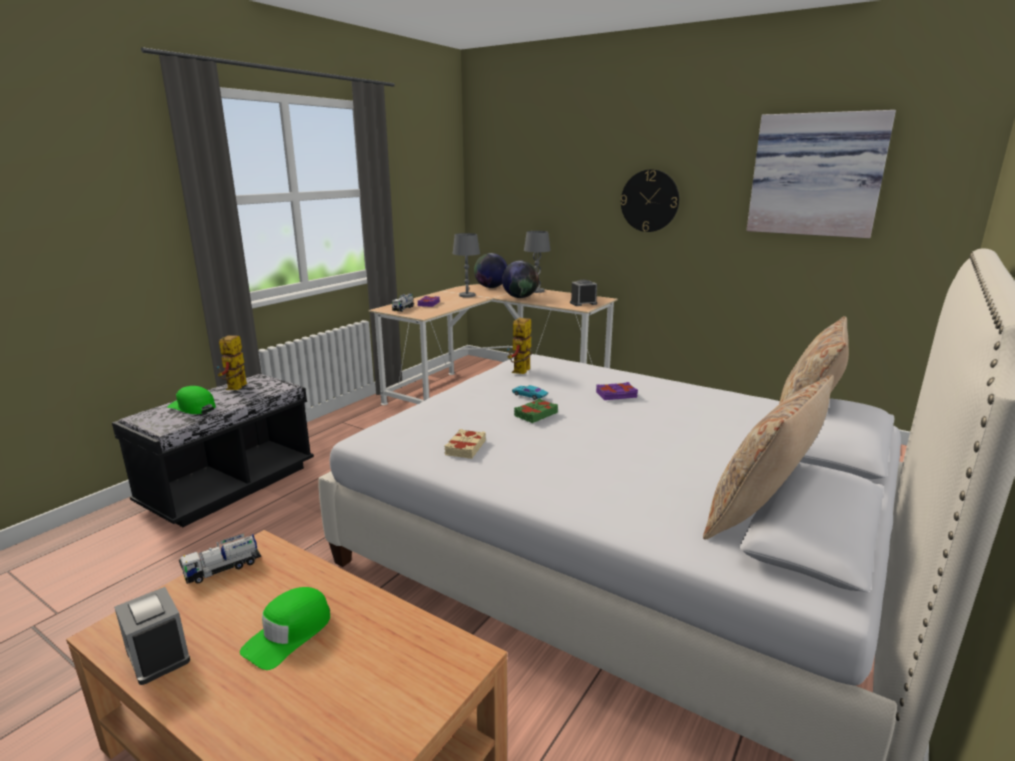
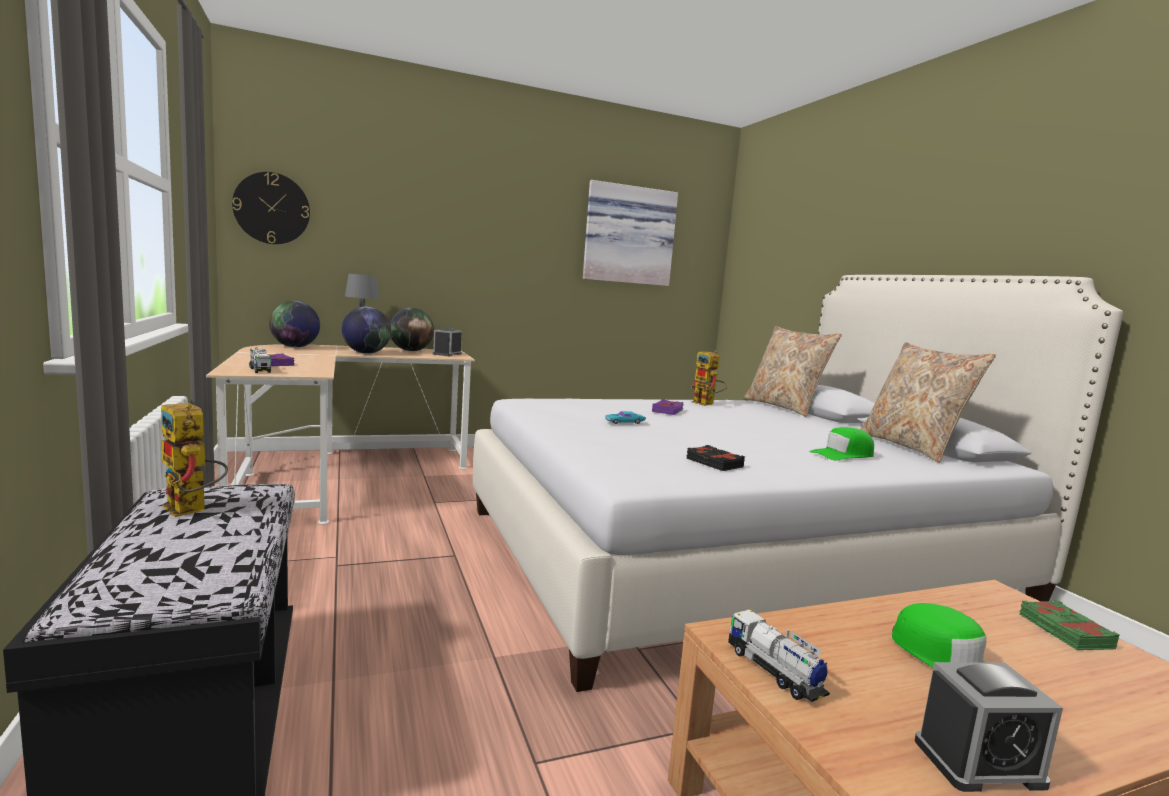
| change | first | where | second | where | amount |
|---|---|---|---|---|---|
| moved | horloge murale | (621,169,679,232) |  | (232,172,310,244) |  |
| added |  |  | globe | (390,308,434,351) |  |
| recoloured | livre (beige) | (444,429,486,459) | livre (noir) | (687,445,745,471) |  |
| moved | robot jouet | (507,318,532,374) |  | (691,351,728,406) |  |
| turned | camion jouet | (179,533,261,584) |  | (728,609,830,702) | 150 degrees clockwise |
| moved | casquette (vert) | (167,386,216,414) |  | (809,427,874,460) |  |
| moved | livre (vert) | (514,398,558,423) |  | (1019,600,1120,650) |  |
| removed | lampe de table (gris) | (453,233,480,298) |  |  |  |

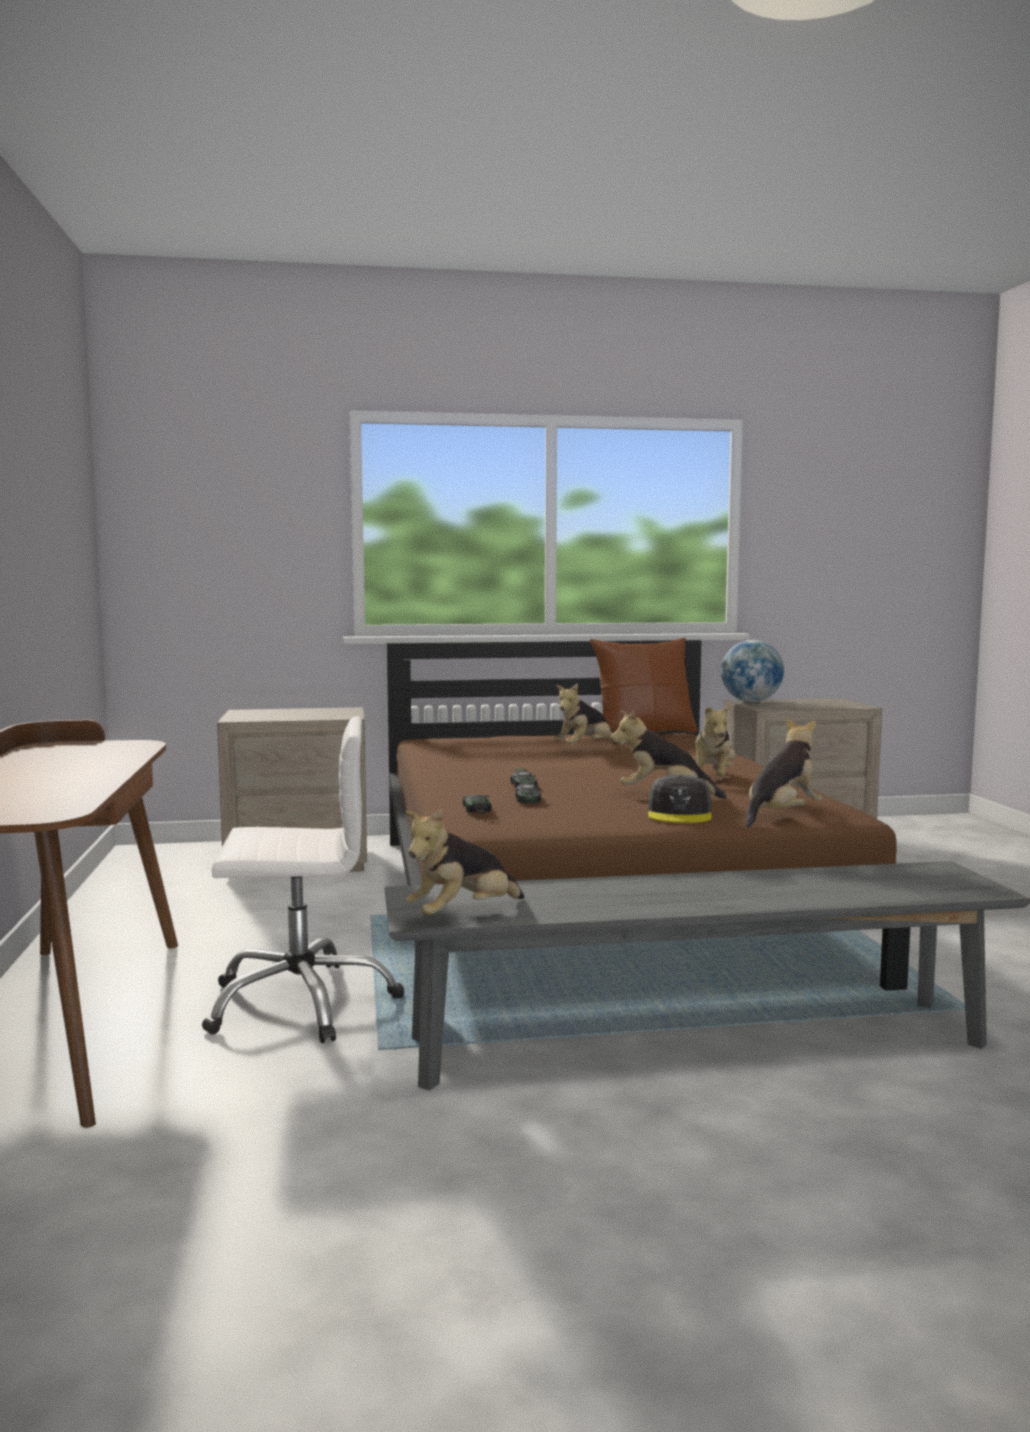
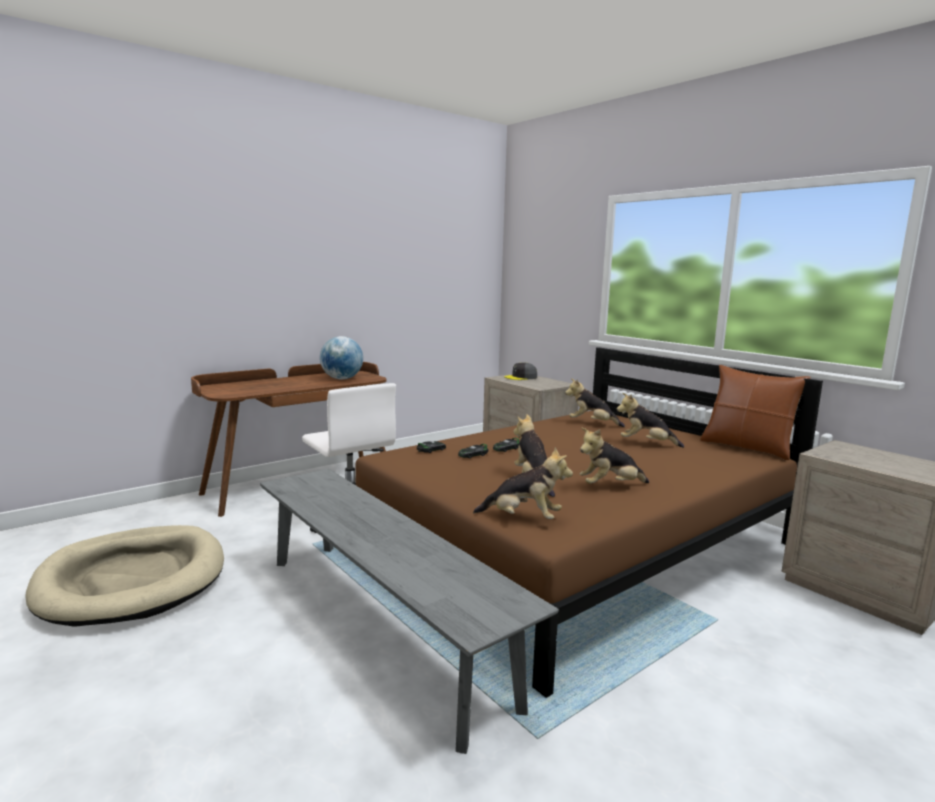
| change | first | where | second | where | amount |
|---|---|---|---|---|---|
| added |  |  | panier pour chien (beige) | (25,525,224,626) |  |
| moved | globe | (721,640,784,702) |  | (320,336,363,379) |  |
| moved | casquette (gris) | (648,775,712,823) |  | (504,362,537,380) |  |
| moved | peluche | (405,809,524,915) |  | (565,378,625,427) |  |

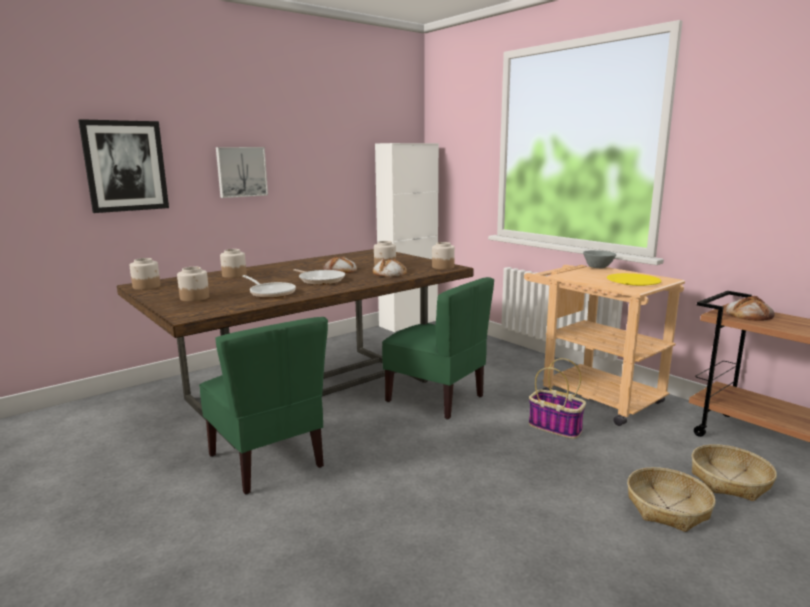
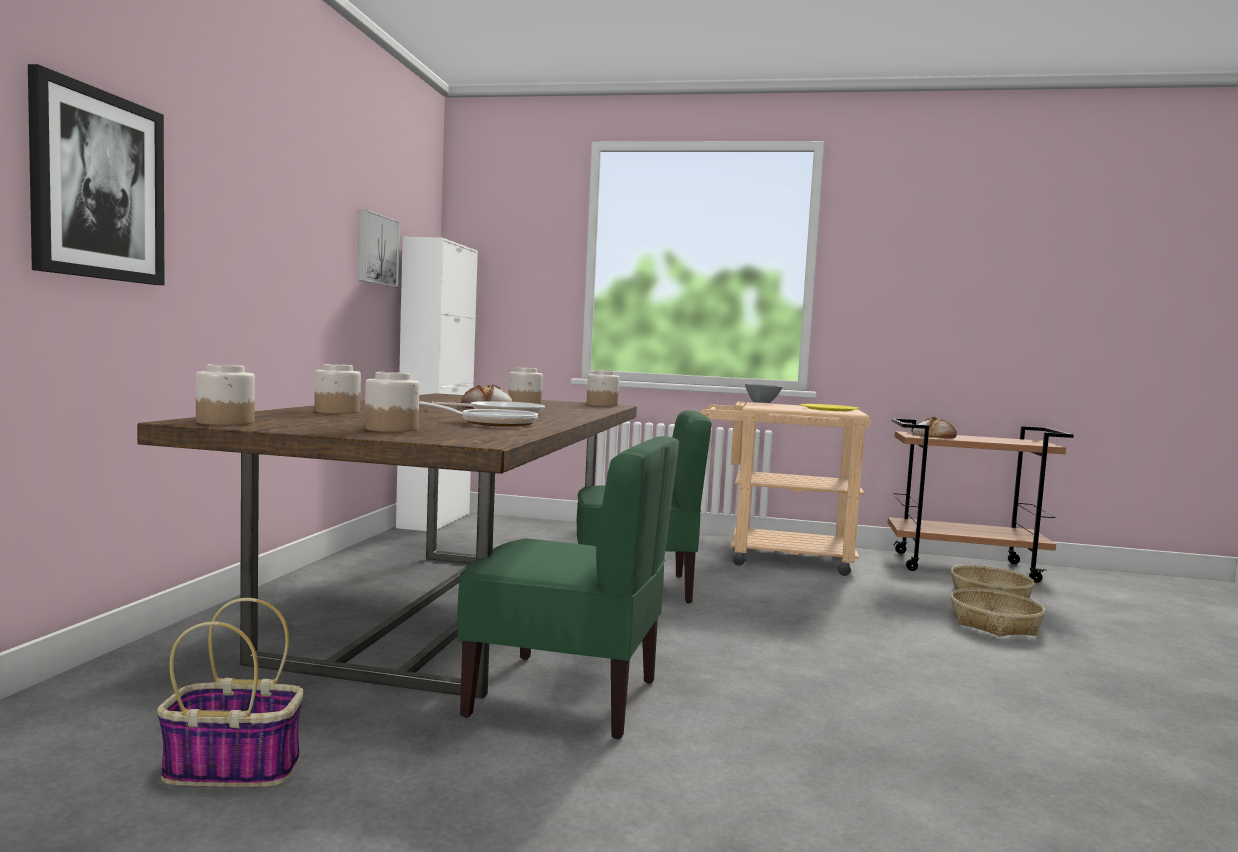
| change | first | where | second | where | amount |
|---|---|---|---|---|---|
| moved | panier | (529,358,586,439) |  | (157,598,304,787) |  |
| moved | tableau | (216,147,268,198) |  | (358,209,400,287) |  |
| removed | pain | (373,258,407,277) |  |  |  |

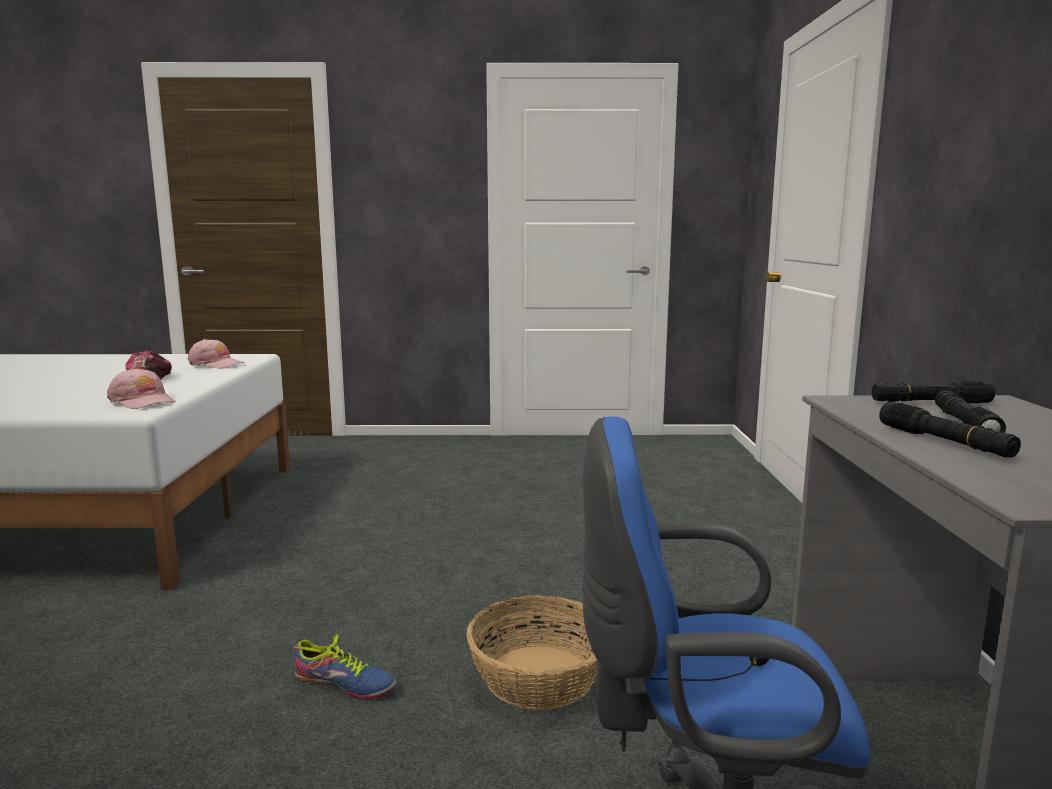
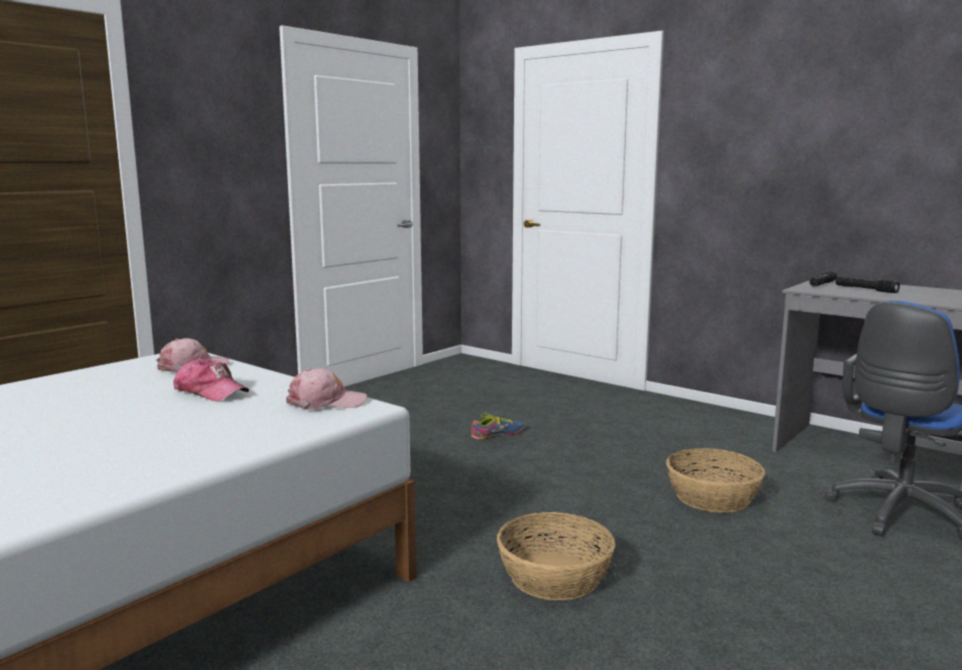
| change | first | where | second | where | amount |
|---|---|---|---|---|---|
| moved | chaussure | (294,634,396,699) |  | (471,413,525,440) |  |
| added |  |  | panier | (497,512,616,601) |  |
| removed | lampe de poche (noir) | (879,402,1021,458) |  |  |  |

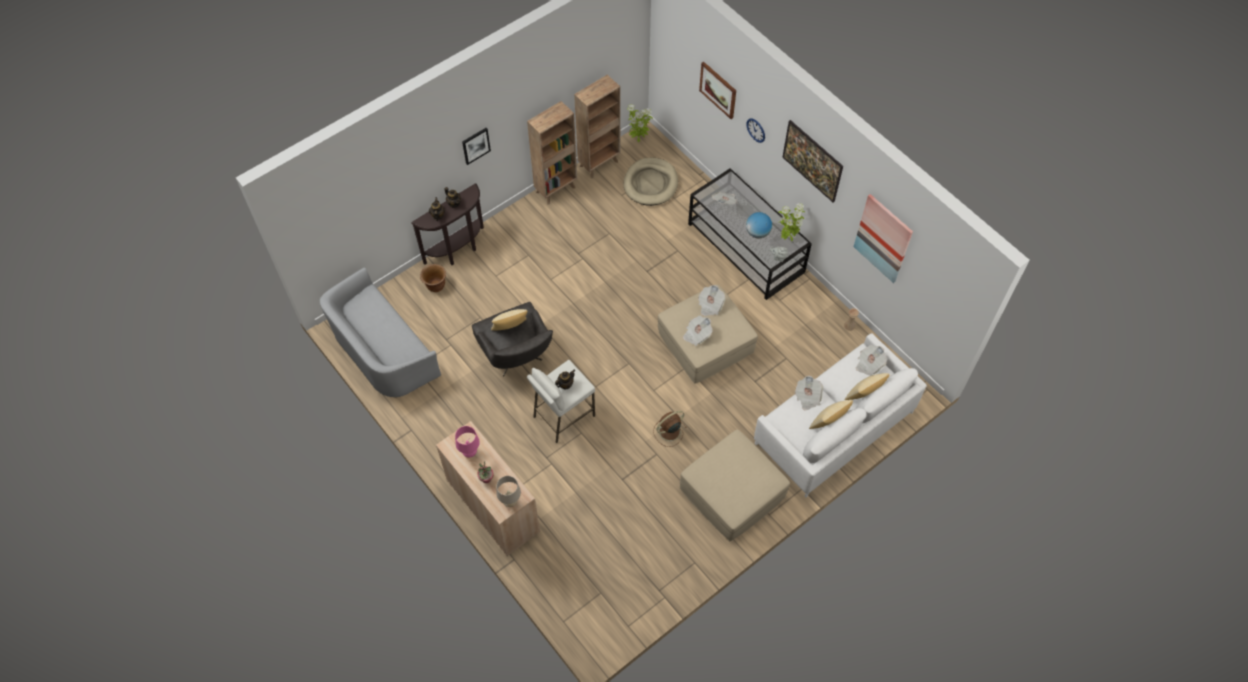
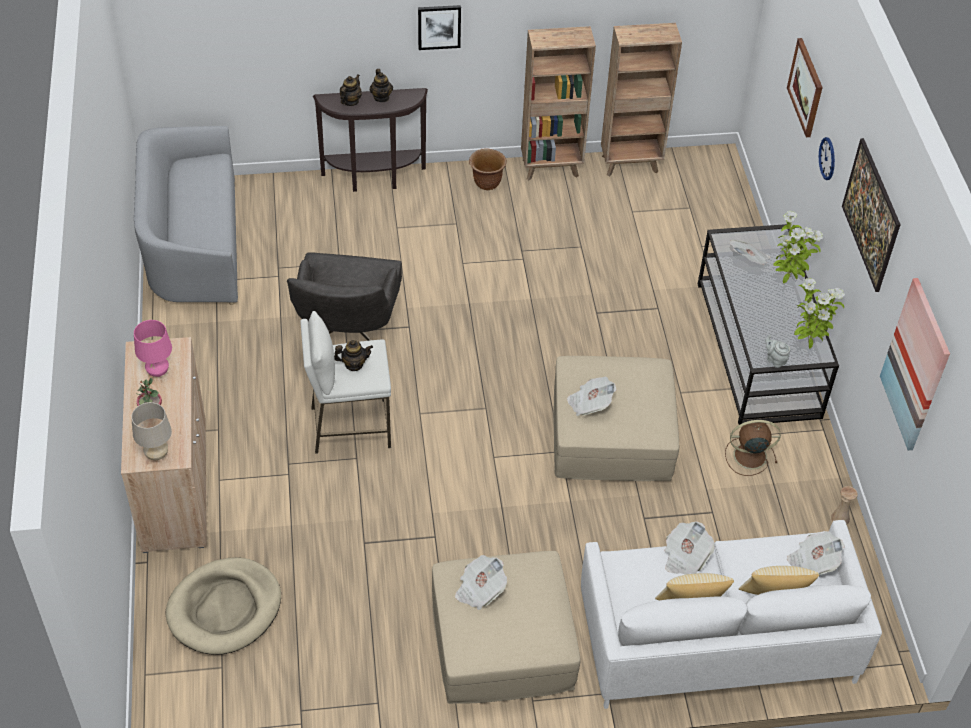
| change | first | where | second | where | amount |
|---|---|---|---|---|---|
| moved | panier pour chien (beige) | (624,157,678,206) |  | (166,557,281,655) |  |
| moved | journal | (698,285,726,316) |  | (455,555,507,610) |  |
| moved | cache-pot (marron) | (420,264,446,292) |  | (469,149,506,190) |  |
| moved | ventilateur (marron) | (653,411,687,447) |  | (725,420,781,476) |  |
| moved | plante en pot | (627,104,653,143) |  | (773,211,823,283) |  |
| removed | coussin | (491,309,528,330) |  |  |  |
| removed | globe | (746,212,772,238) |  |  |  |

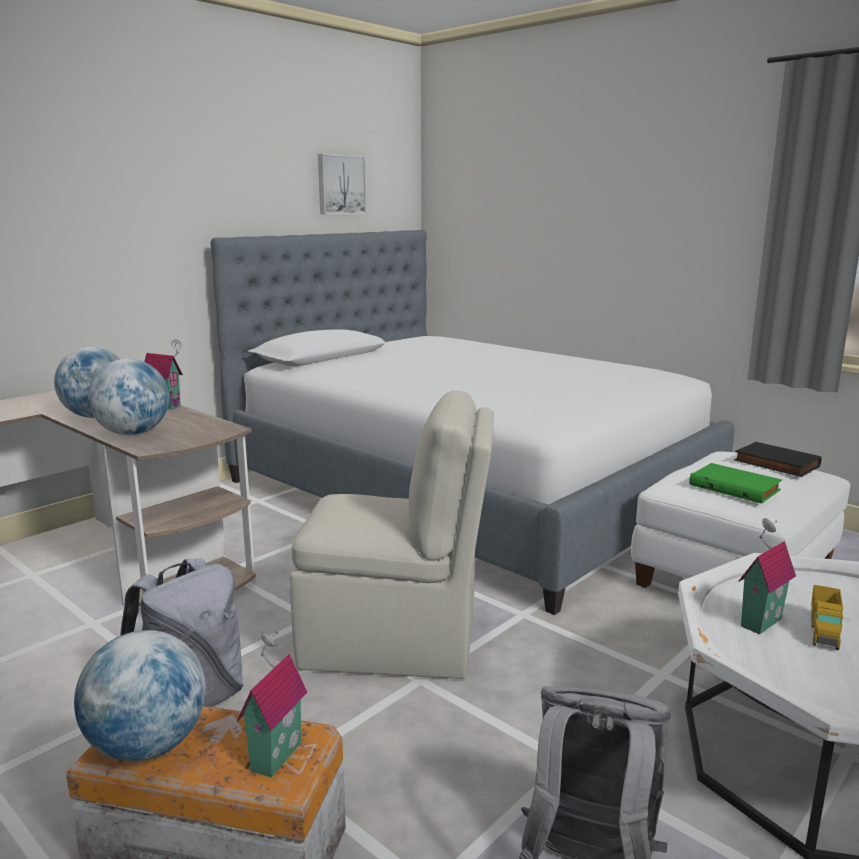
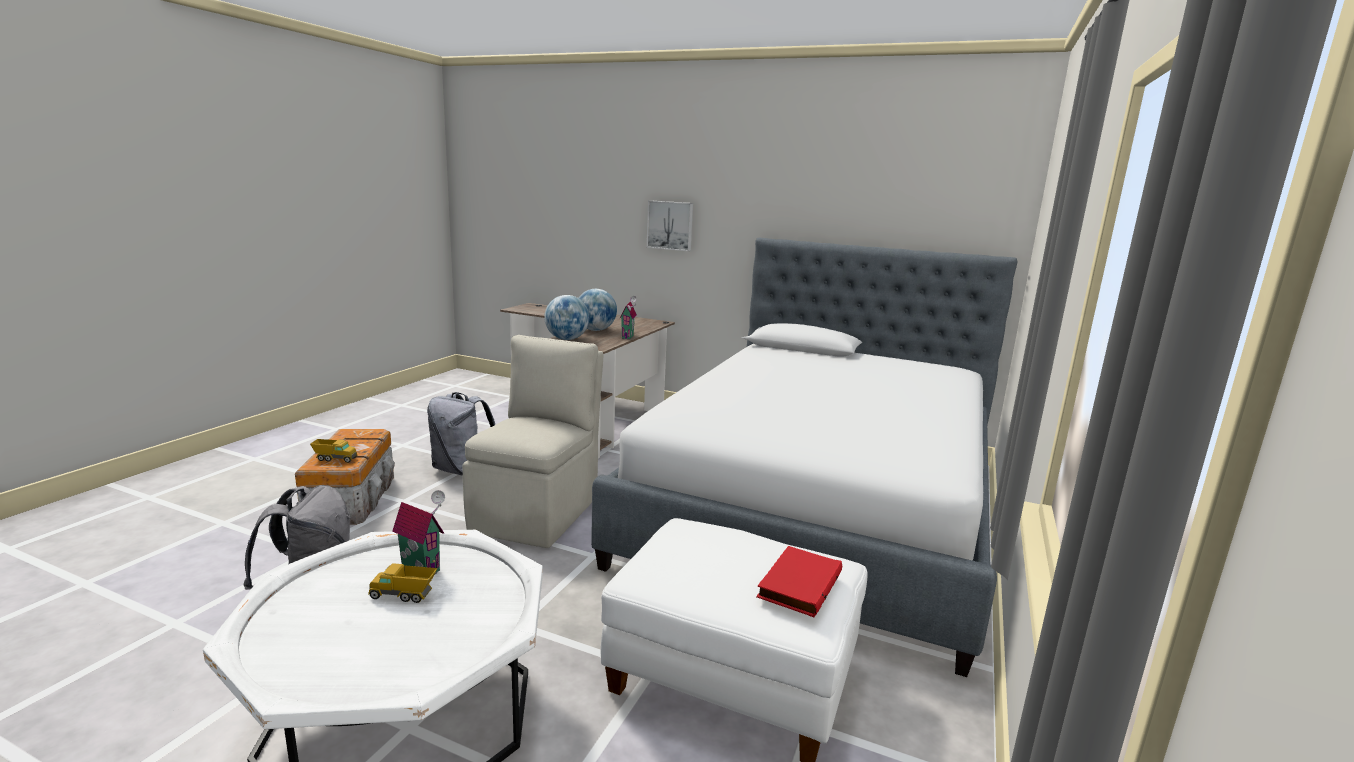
| change | first | where | second | where | amount |
|---|---|---|---|---|---|
| replaced | maison miniature | (237,631,307,777) | camion jouet | (310,439,358,463) |  |
| turned | chaise (beige) | (290,390,494,679) |  | (463,335,603,548) | 150 degrees counterclockwise |
| moved | tableau | (318,154,367,214) |  | (647,200,693,251) |  |
| recoloured | livre (noir) | (734,442,821,477) | livre (rouge) | (756,546,842,617) |  |
| removed | globe | (74,630,206,761) |  |  |  |
| removed | livre (vert) | (689,463,782,504) |  |  |  |

